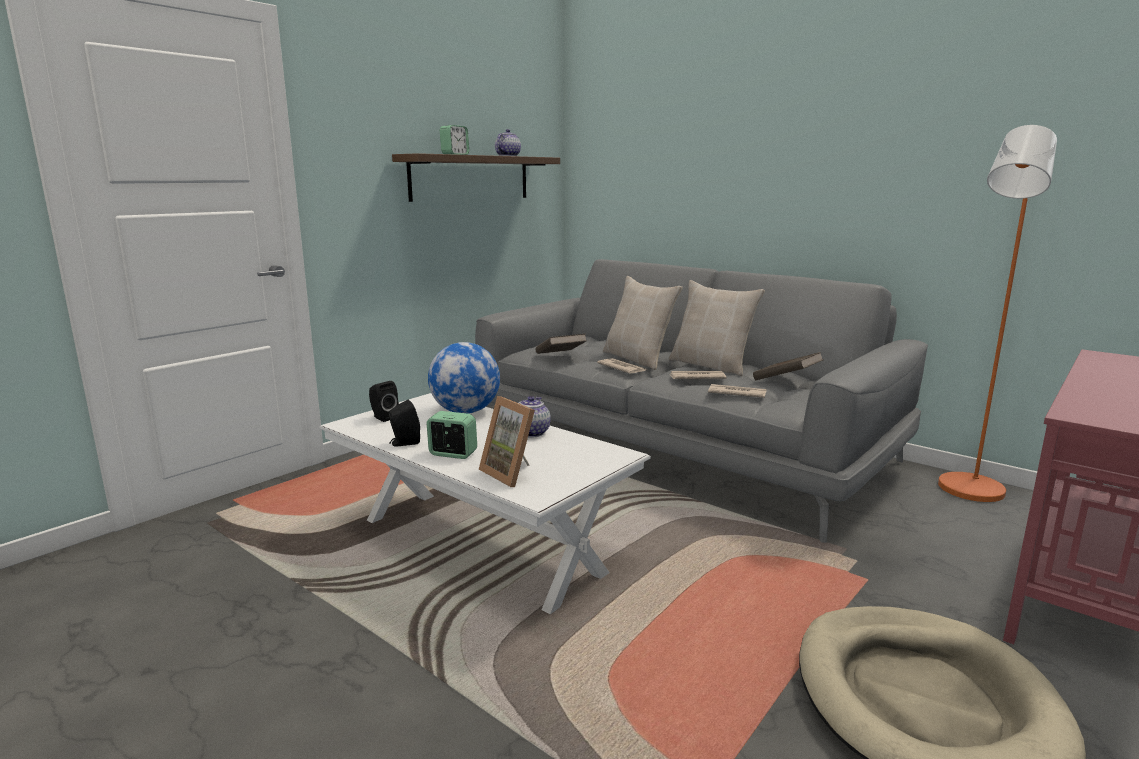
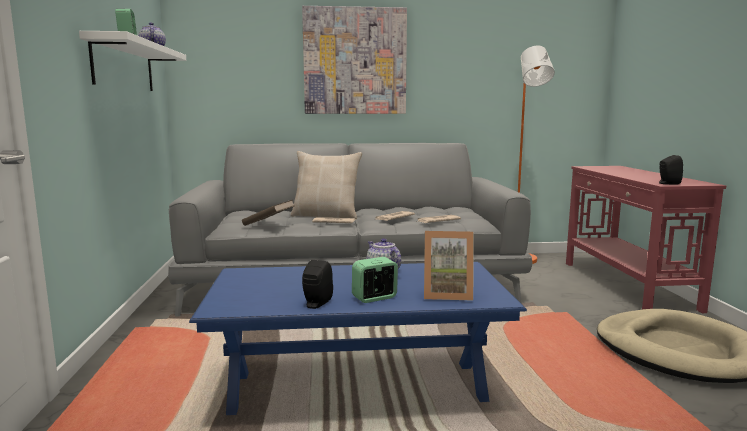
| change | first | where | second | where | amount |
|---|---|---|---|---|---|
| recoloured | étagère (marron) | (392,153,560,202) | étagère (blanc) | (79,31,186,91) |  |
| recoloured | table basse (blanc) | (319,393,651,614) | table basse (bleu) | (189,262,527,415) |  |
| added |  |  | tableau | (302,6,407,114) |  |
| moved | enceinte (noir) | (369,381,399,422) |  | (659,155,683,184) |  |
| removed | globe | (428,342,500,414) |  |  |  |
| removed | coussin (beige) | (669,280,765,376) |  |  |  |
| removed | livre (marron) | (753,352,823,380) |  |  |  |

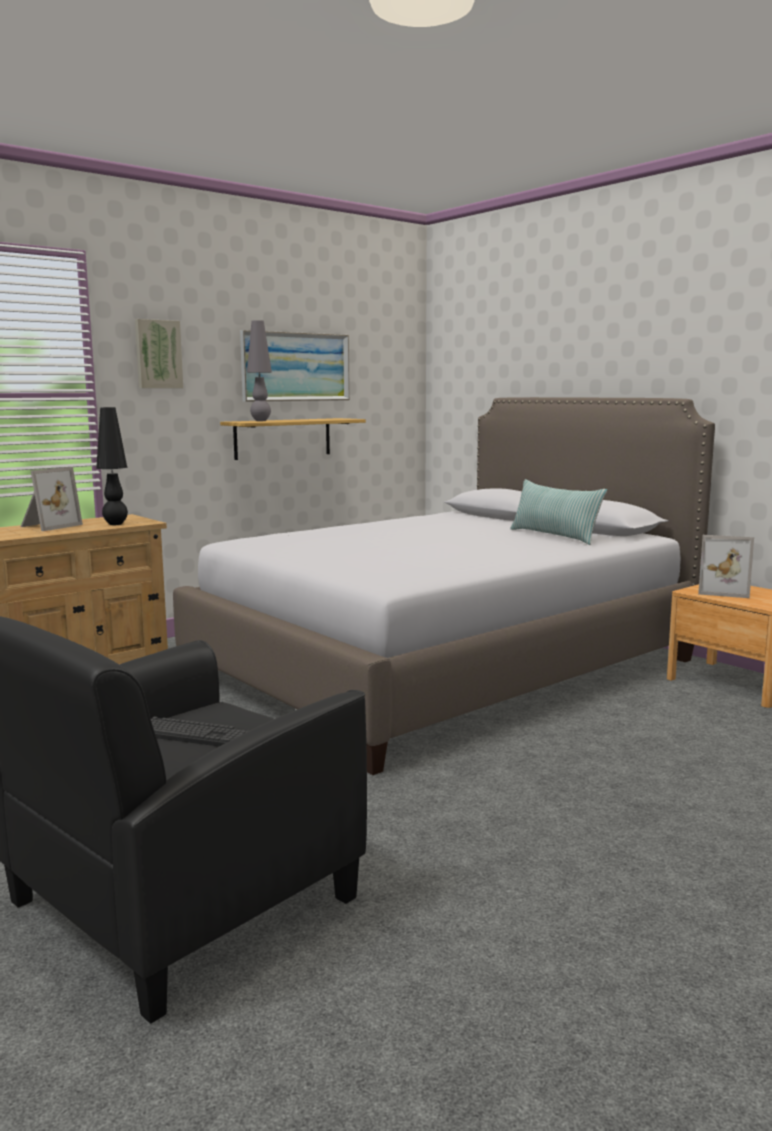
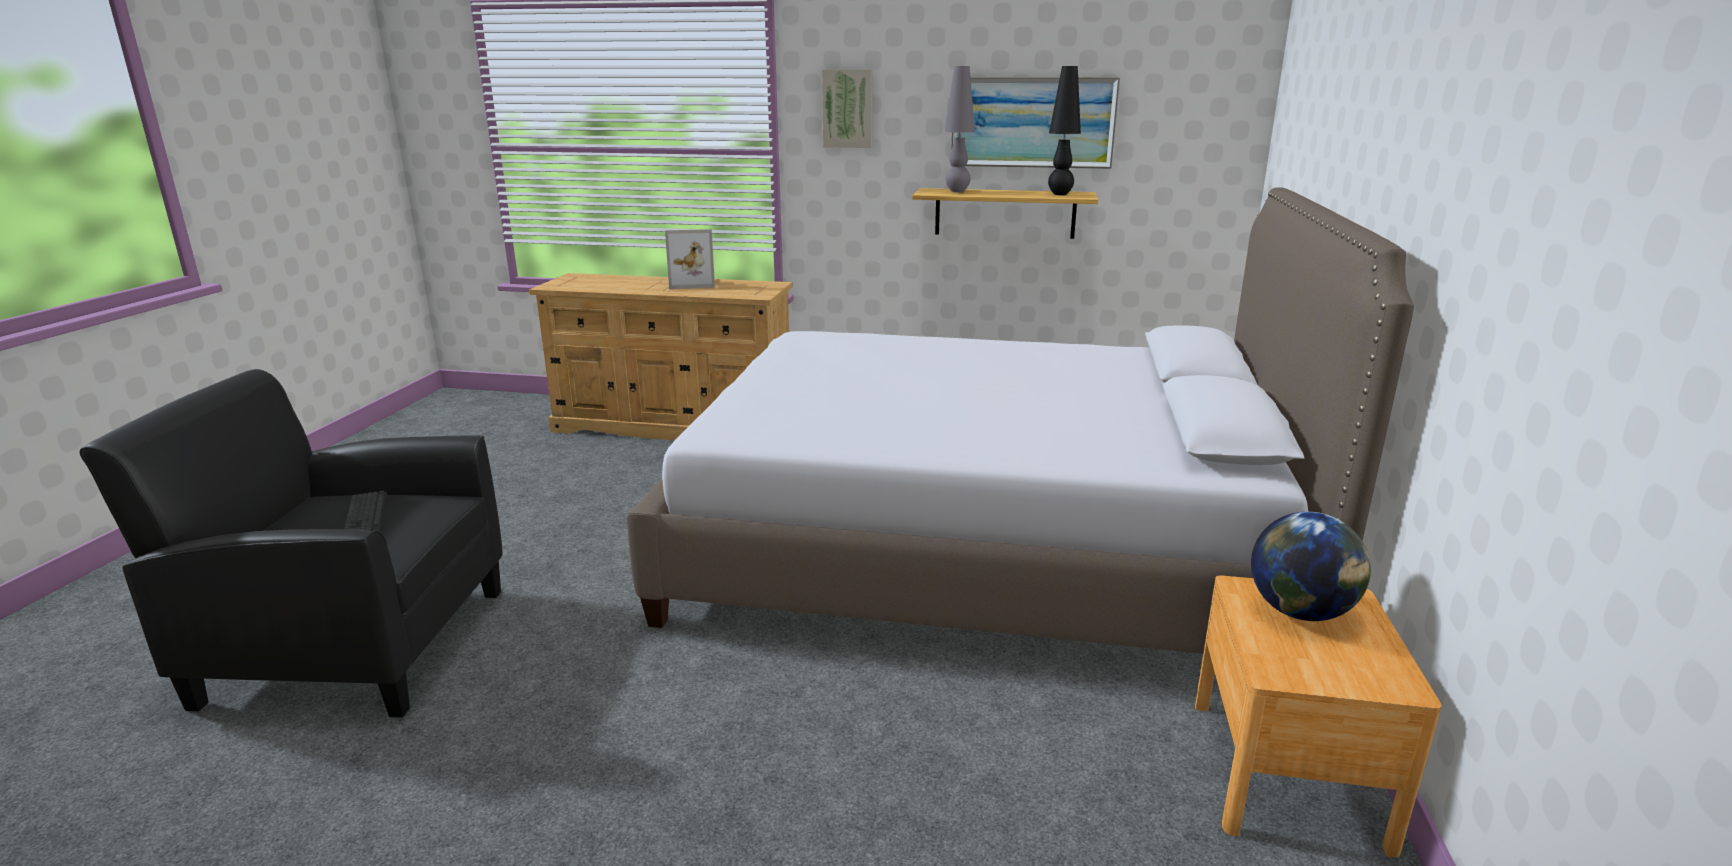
| change | first | where | second | where | amount |
|---|---|---|---|---|---|
| moved | lampe de table (noir) | (96,407,128,525) |  | (1048,66,1081,195) |  |
| replaced | cadre photo | (698,535,754,598) | globe | (1251,512,1371,621) |  |
| removed | coussin | (510,479,607,545) |  |  |  |

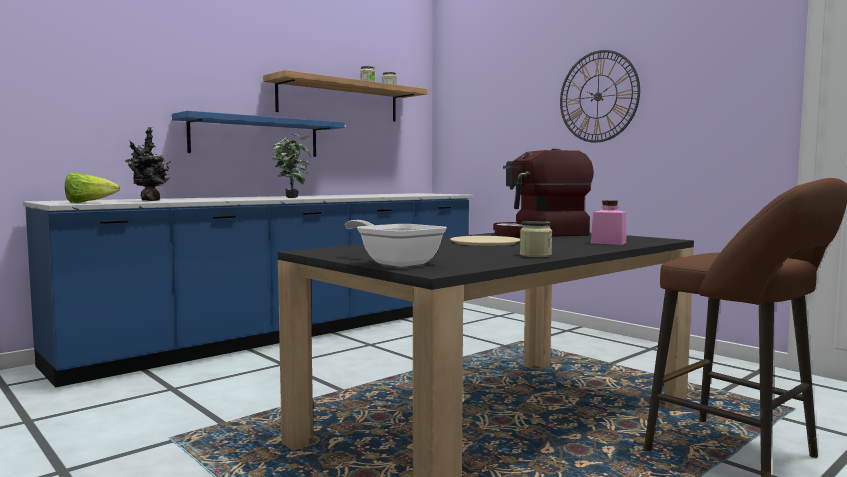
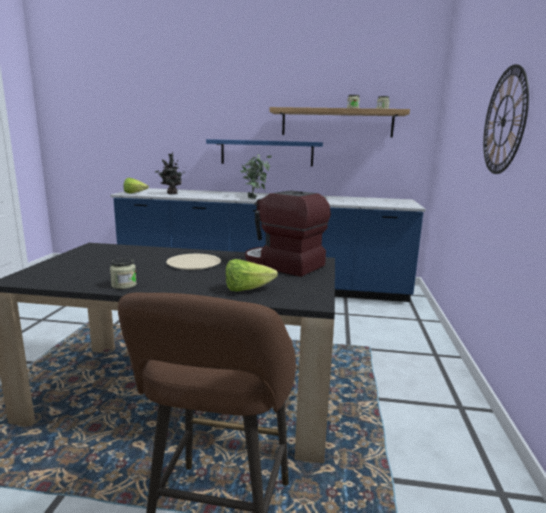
| change | first | where | second | where | amount |
|---|---|---|---|---|---|
| replaced | bocal (rose) | (591,200,626,245) | laitue | (225,259,278,292) |  |
| removed | poêle | (345,220,447,267) |  |  |  |

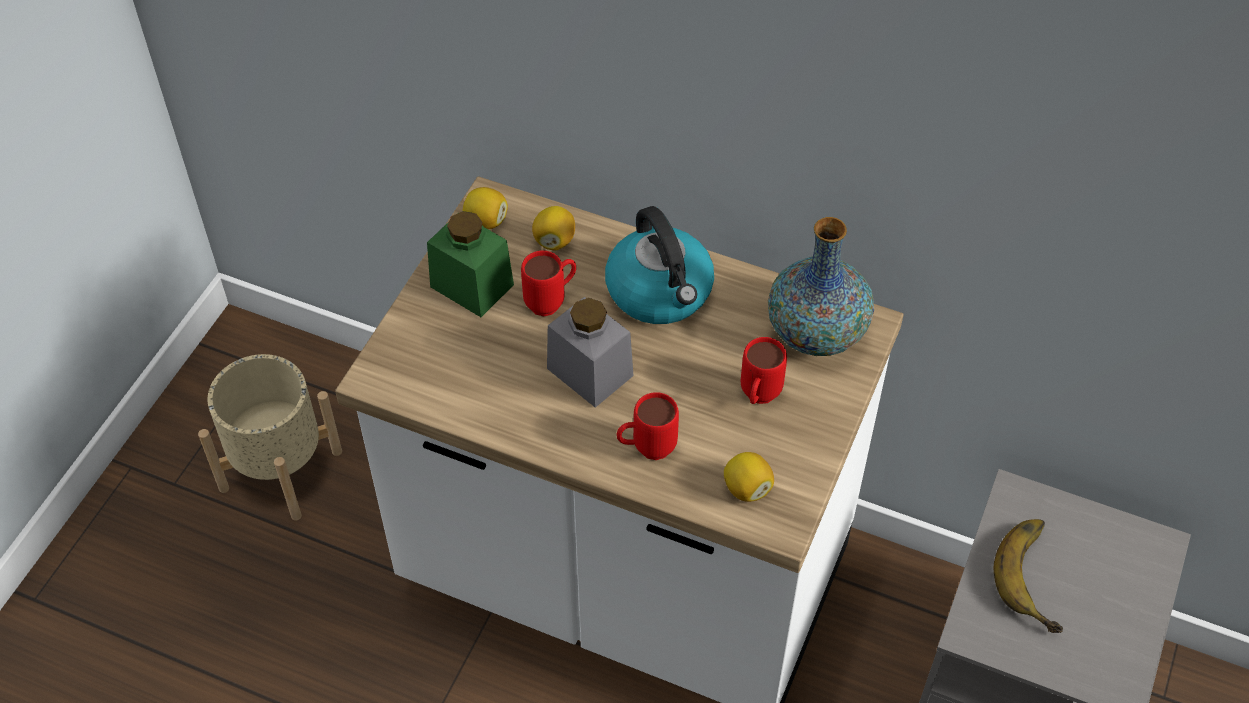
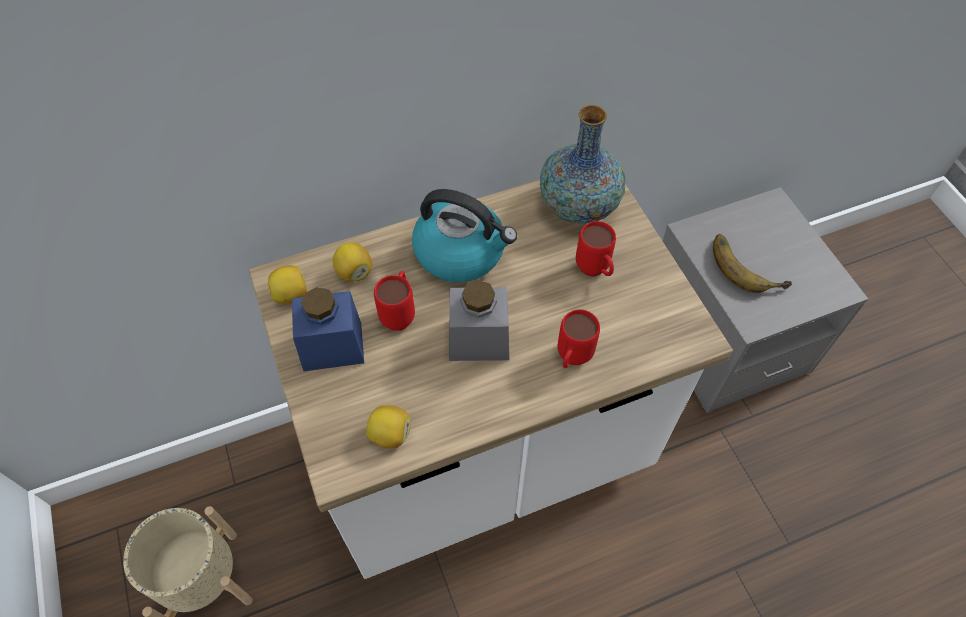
| change | first | where | second | where | amount |
|---|---|---|---|---|---|
| recoloured | bocal (vert) | (427,211,514,317) | bocal (bleu) | (292,287,364,371) |  |
| moved | citron | (724,452,774,502) |  | (366,405,411,448) |  |

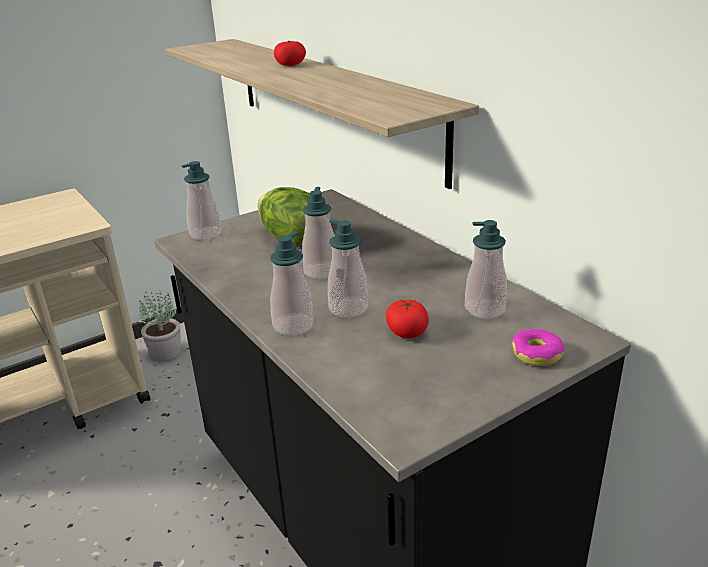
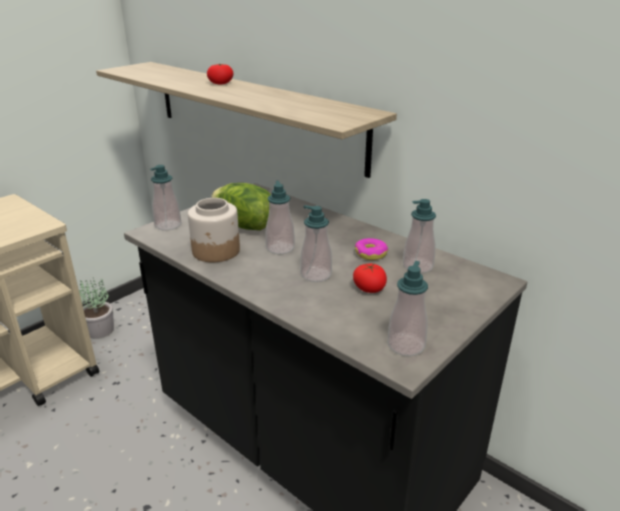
| change | first | where | second | where | amount |
|---|---|---|---|---|---|
| added |  |  | bocal | (188,198,240,262) |  |
| moved | beignet | (512,329,565,366) |  | (355,238,388,260) |  |
| moved | distributeur de savon | (270,232,314,336) |  | (387,261,428,356) |  |

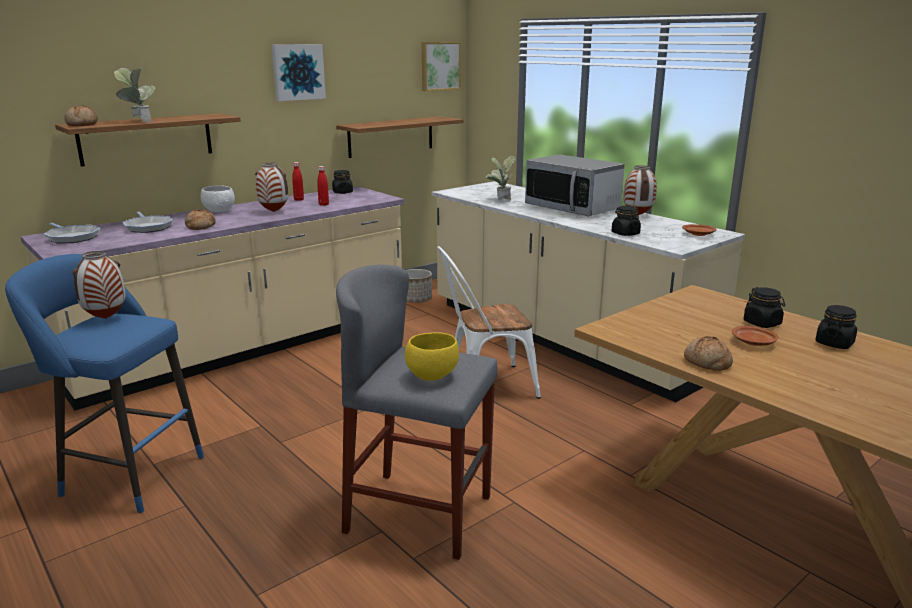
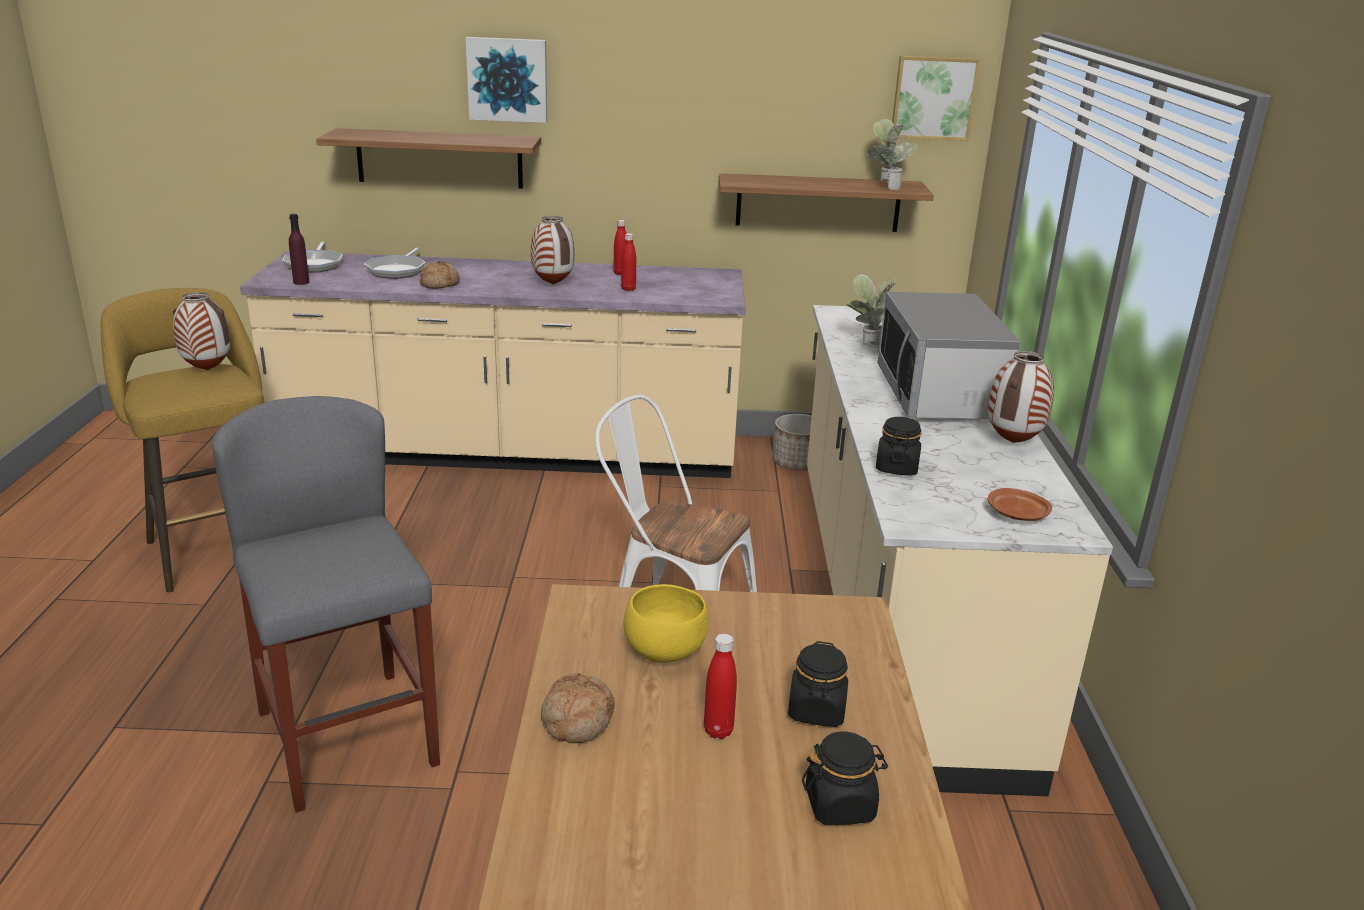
| change | first | where | second | where | amount |
|---|---|---|---|---|---|
| recoloured | tabouret (bleu) | (5,254,204,513) | tabouret (jaune) | (101,288,264,592) |  |
| added |  |  | bouteille (violet) | (289,214,309,285) |  |
| moved | tableau | (271,44,326,101) |  | (466,37,547,123) |  |
| moved | bol (jaune) | (405,332,459,381) |  | (623,584,708,663) |  |
| replaced | assiette (marron) | (732,326,778,346) | bouteille (rouge) | (704,634,737,739) |  |
| moved | plante en pot | (114,67,156,122) |  | (867,119,918,190) |  |
| removed | pain | (64,105,98,126) |  |  |  |
| removed | bol (blanc) | (201,185,235,212) |  |  |  |
| removed | bocal (noir) | (332,170,353,194) |  |  |  |

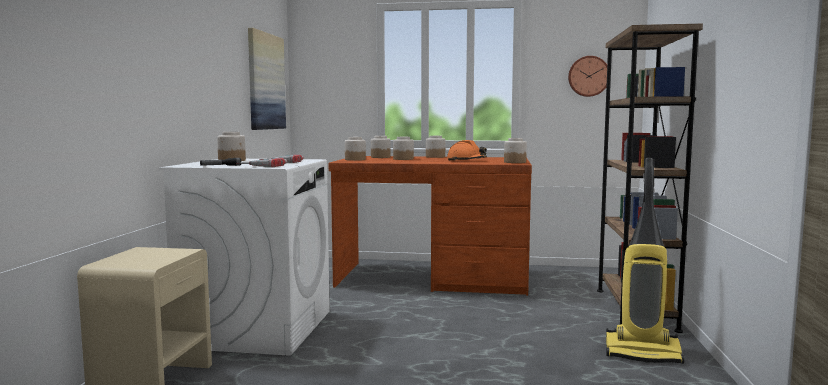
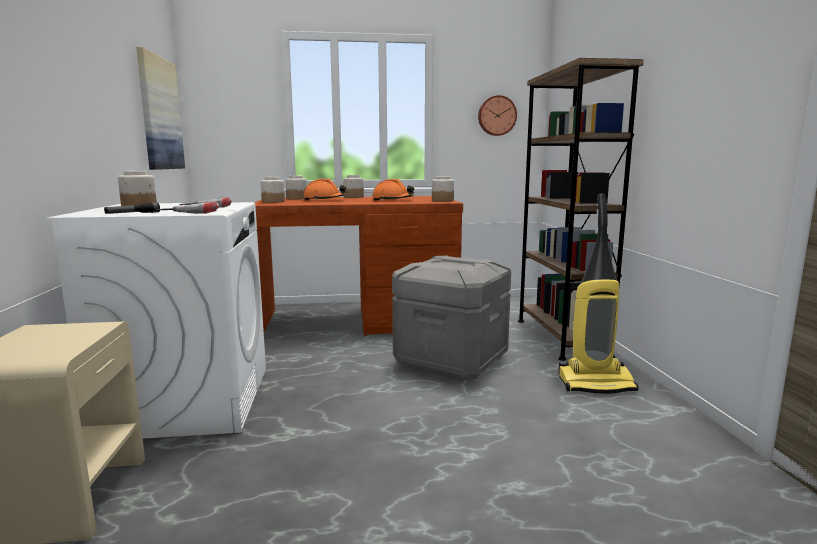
| change | first | where | second | where | amount |
|---|---|---|---|---|---|
| replaced | bocal | (393,137,414,160) | casque de chantier (orange) | (303,179,346,200) |  |
| added |  |  | boîte de rangement (gris) | (392,255,511,380) |  |

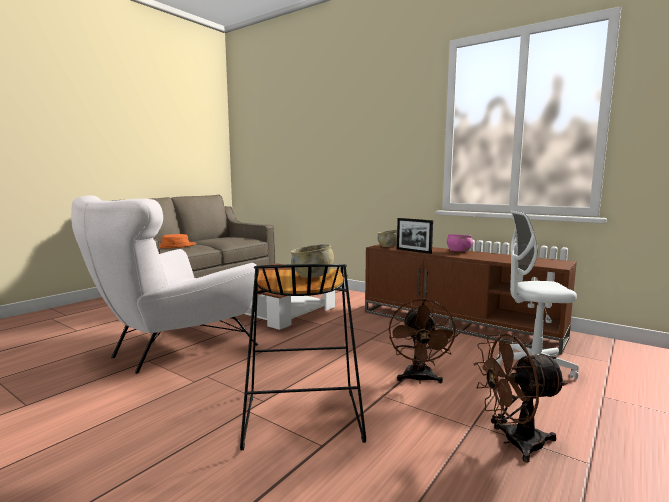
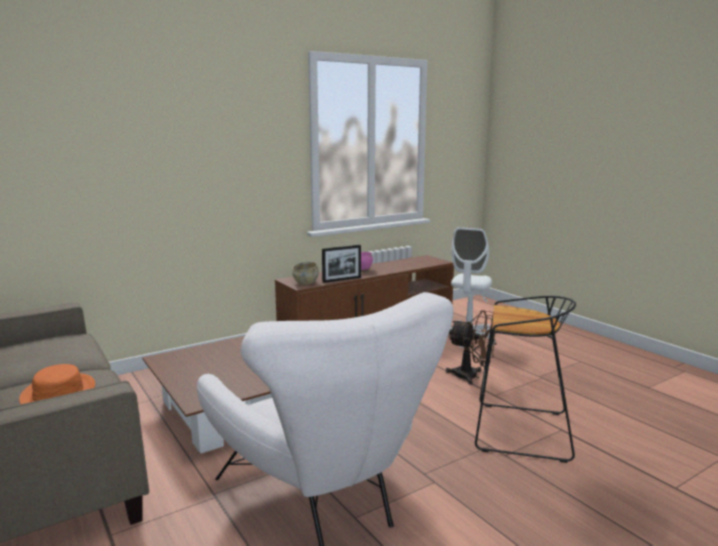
| change | first | where | second | where | amount |
|---|---|---|---|---|---|
| removed | bol (beige) | (291,244,334,278) |  |  |  |
| removed | ventilateur (marron) | (474,334,567,463) |  |  |  |

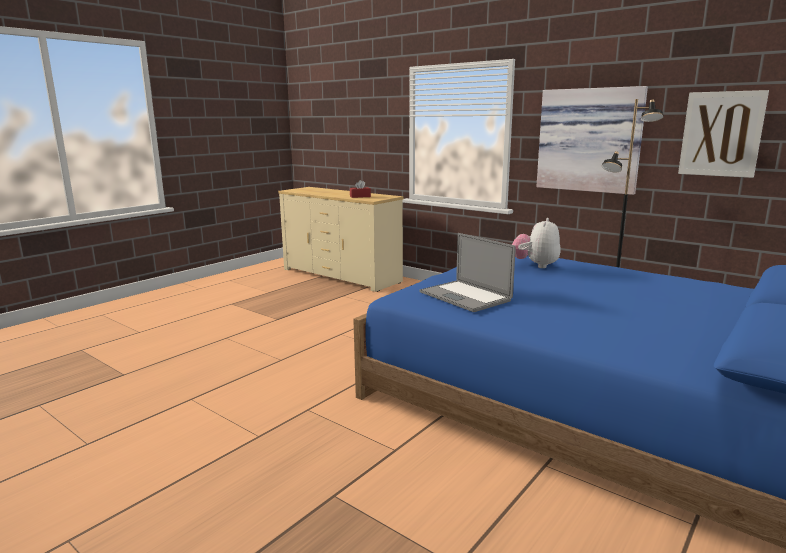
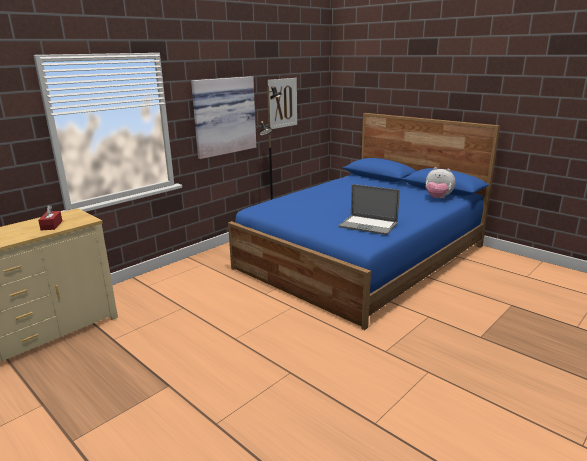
| change | first | where | second | where | amount |
|---|---|---|---|---|---|
| turned | ordinateur portable | (419,233,516,312) |  | (339,184,400,235) | 60 degrees clockwise |
| moved | peluche | (512,218,560,268) |  | (425,167,455,198) |  |

